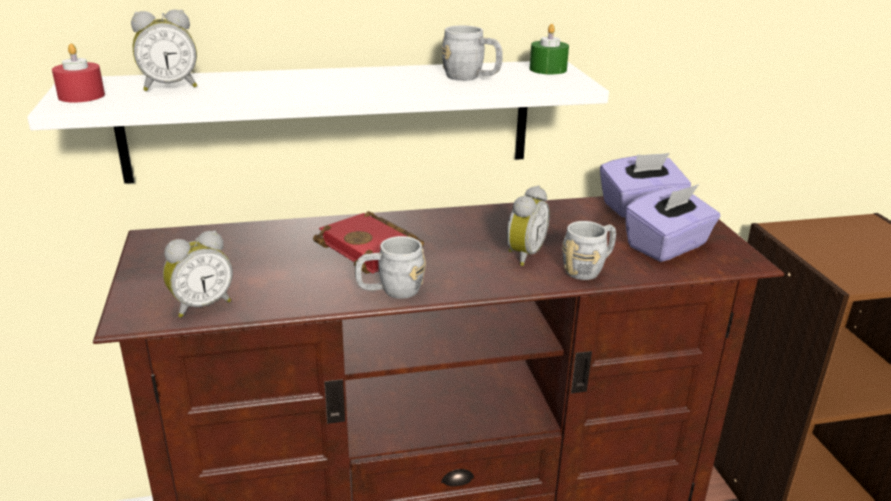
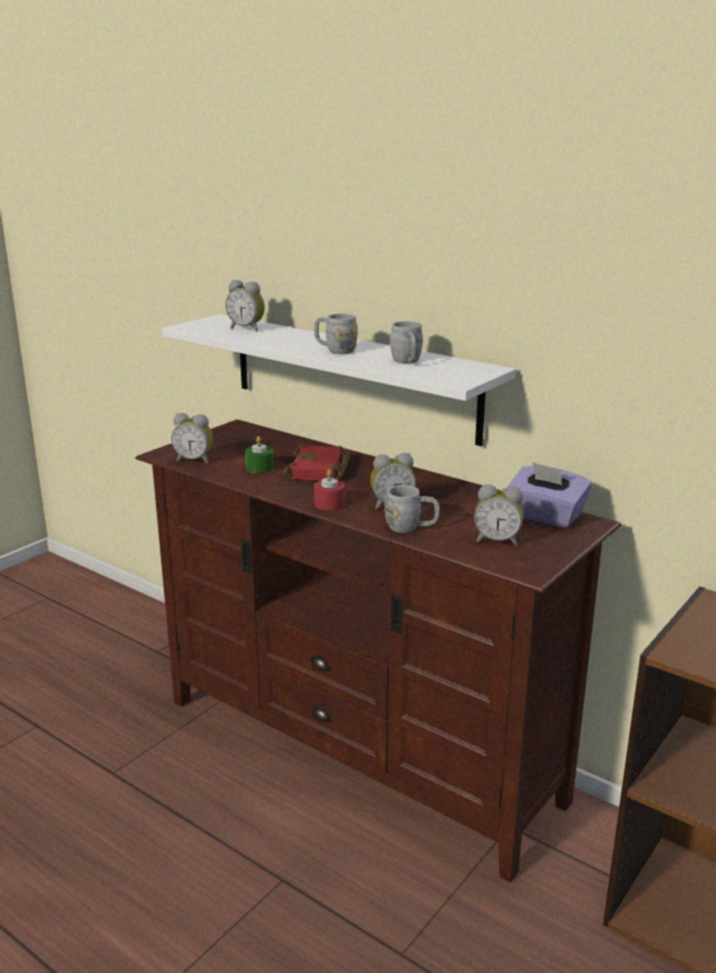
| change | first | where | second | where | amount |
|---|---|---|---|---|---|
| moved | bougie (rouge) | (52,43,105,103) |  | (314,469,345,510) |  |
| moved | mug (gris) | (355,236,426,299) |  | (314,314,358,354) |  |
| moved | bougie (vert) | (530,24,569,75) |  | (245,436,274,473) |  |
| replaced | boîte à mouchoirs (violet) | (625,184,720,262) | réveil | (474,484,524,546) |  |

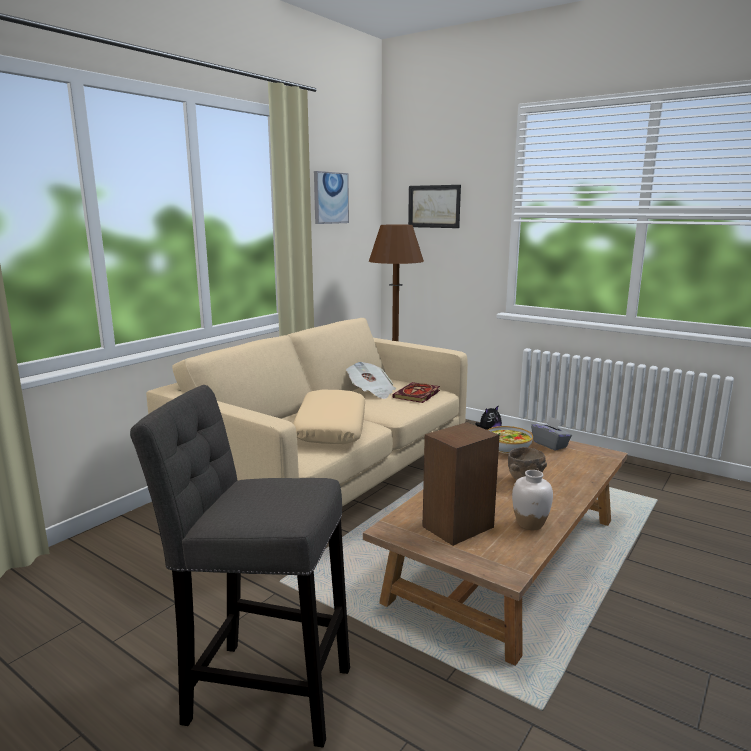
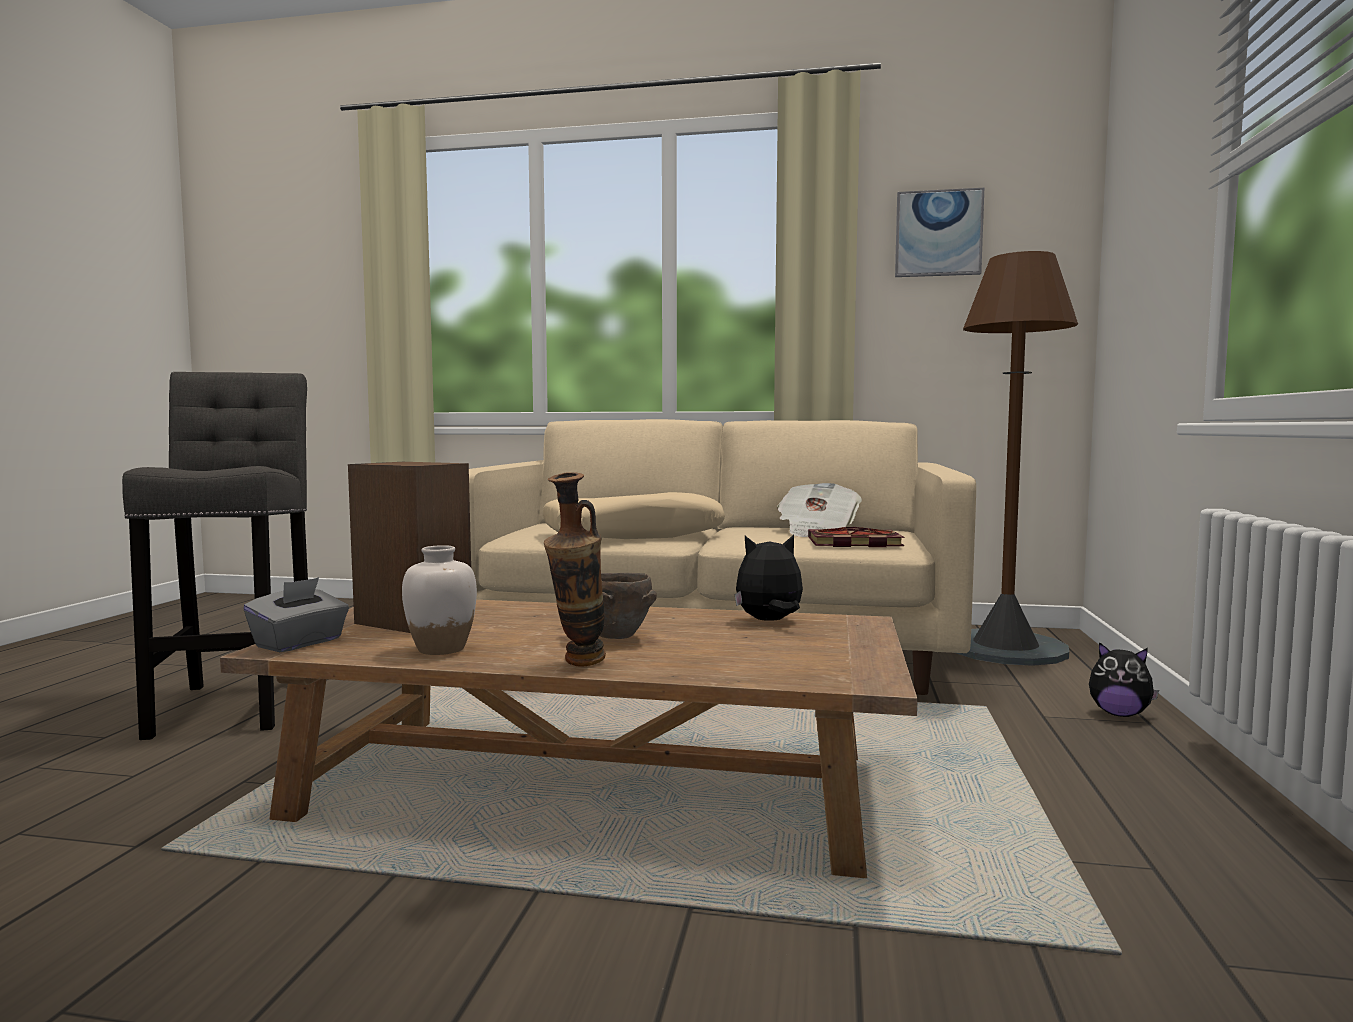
| change | first | where | second | where | amount |
|---|---|---|---|---|---|
| removed | tableau | (408,185,461,228) |  |  |  |
| added |  |  | vase | (544,472,606,667) |  |
| moved | boîte à mouchoirs (gris) | (531,417,572,451) |  | (243,577,349,652) |  |
| replaced | bol | (488,426,533,454) | peluche | (734,535,803,621) |  |

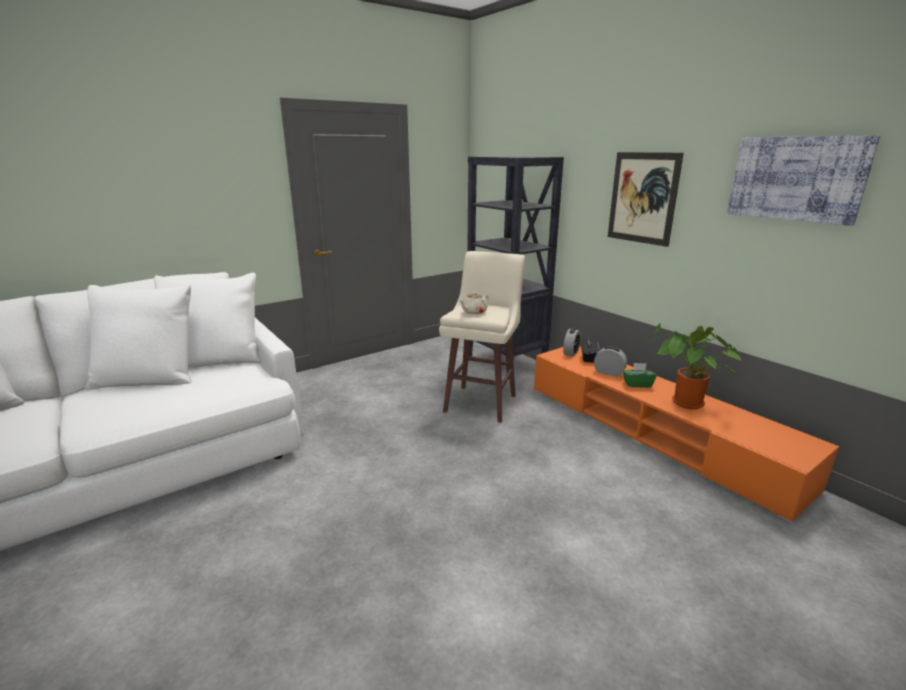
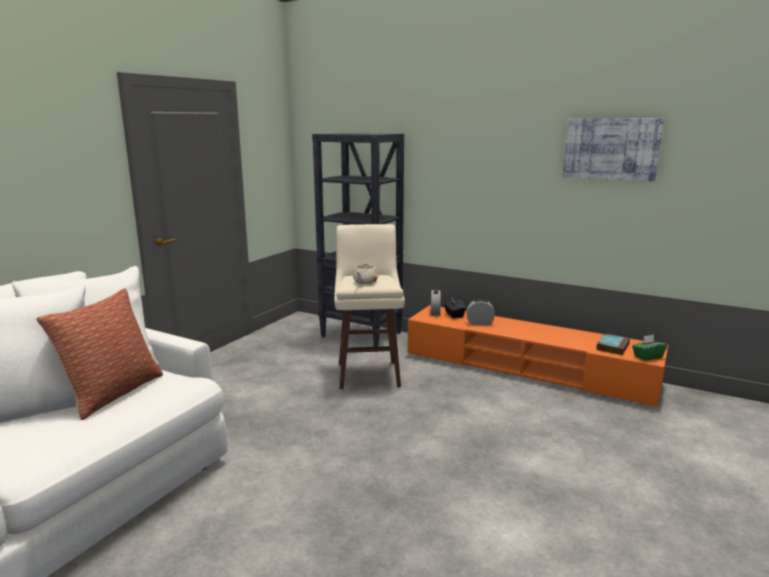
| change | first | where | second | where | amount |
|---|---|---|---|---|---|
| removed | tableau | (608,152,684,247) |  |  |  |
| removed | plante en pot | (645,323,741,409) |  |  |  |
| added |  |  | coussin | (36,288,163,420) |  |
| added |  |  | livre | (596,333,630,355) |  |
| moved | boîte à mouchoirs (vert) | (623,363,657,388) |  | (632,335,667,361) |  |

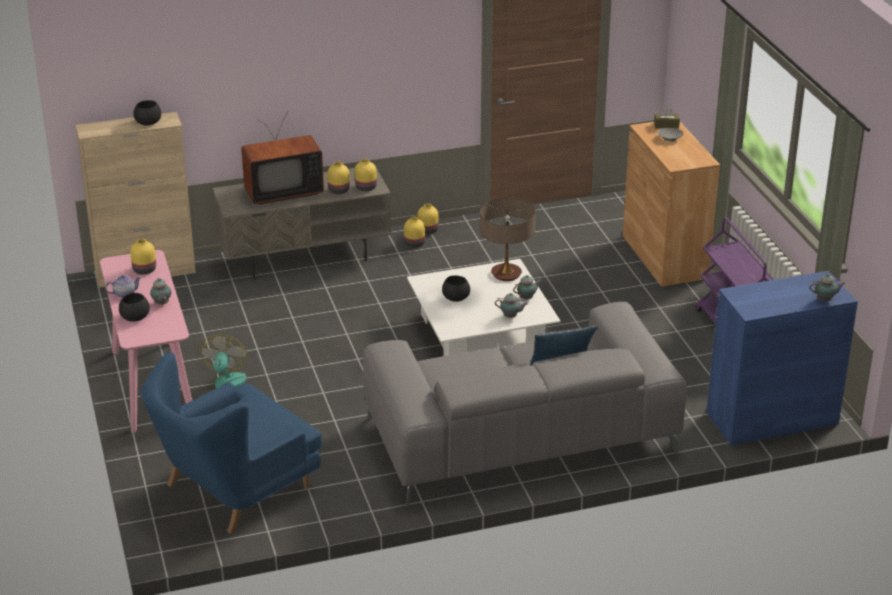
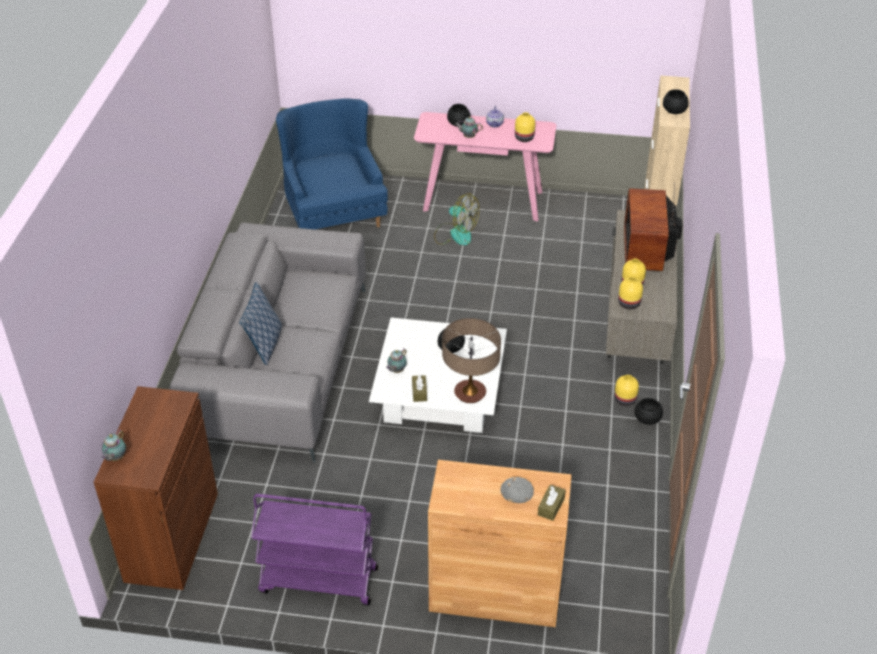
| change | first | where | second | where | amount |
|---|---|---|---|---|---|
| replaced | vase (jaune) | (417,204,438,234) | bol (noir) | (635,398,663,425) |  |
| replaced | théière | (513,275,541,300) | boîte à mouchoirs (marron) | (412,375,427,402) |  |
| recoloured | meuble de rangement (bleu) | (706,271,858,446) | meuble de rangement (marron) | (94,386,218,590) |  |

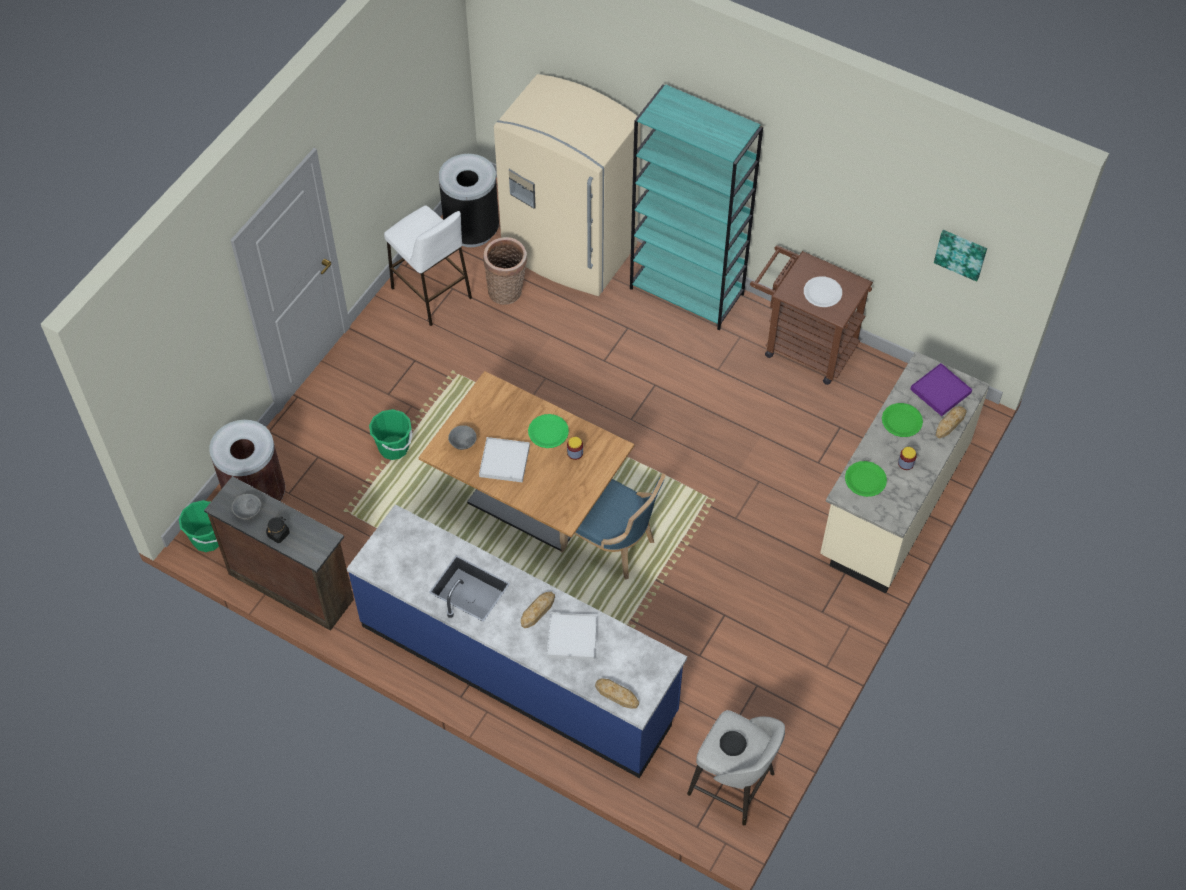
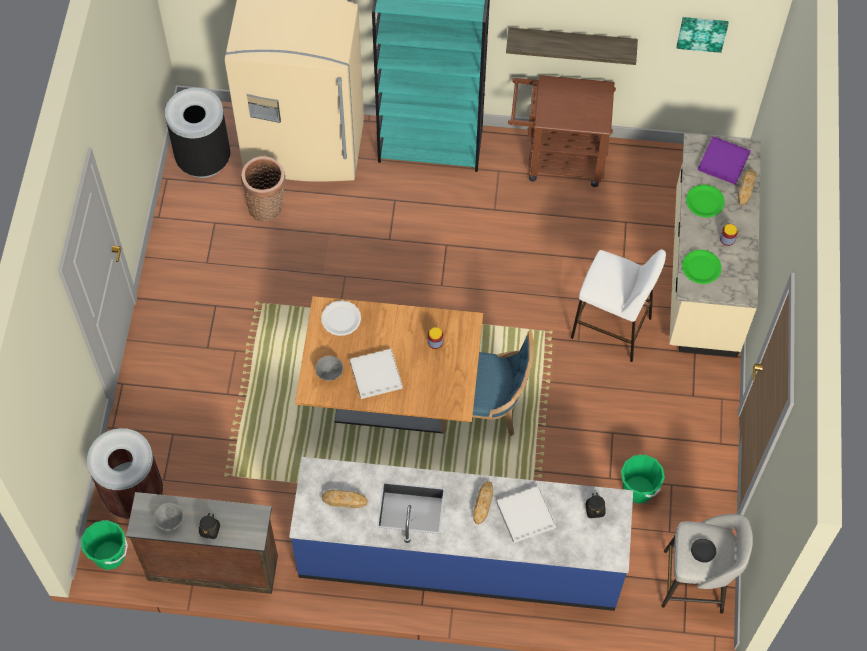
| change | first | where | second | where | amount |
|---|---|---|---|---|---|
| removed | assiette (vert) | (528,414,569,448) |  |  |  |
| added |  |  | étagère | (506,27,638,65) |  |
| added |  |  | bocal (noir) | (585,493,606,518) |  |
| moved | seau (vert) | (369,409,412,460) |  | (621,455,665,504) |  |
| moved | tabouret (blanc) | (384,206,472,326) |  | (571,249,666,362) |  |
| moved | pain | (595,678,639,709) |  | (322,490,367,508) |  |
| moved | assiette (blanc) | (804,276,842,307) |  | (321,300,361,336) |  |

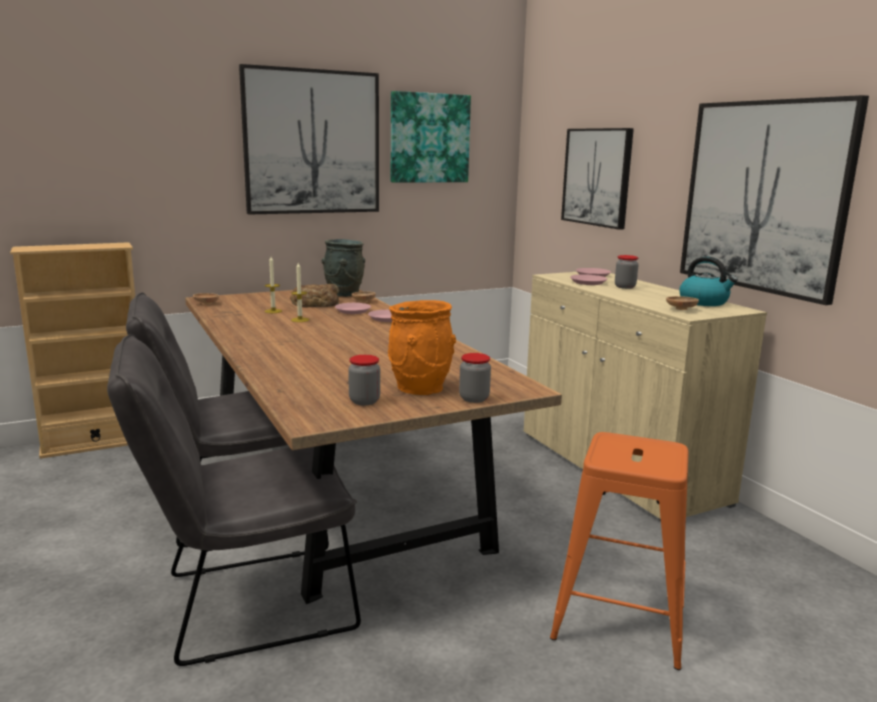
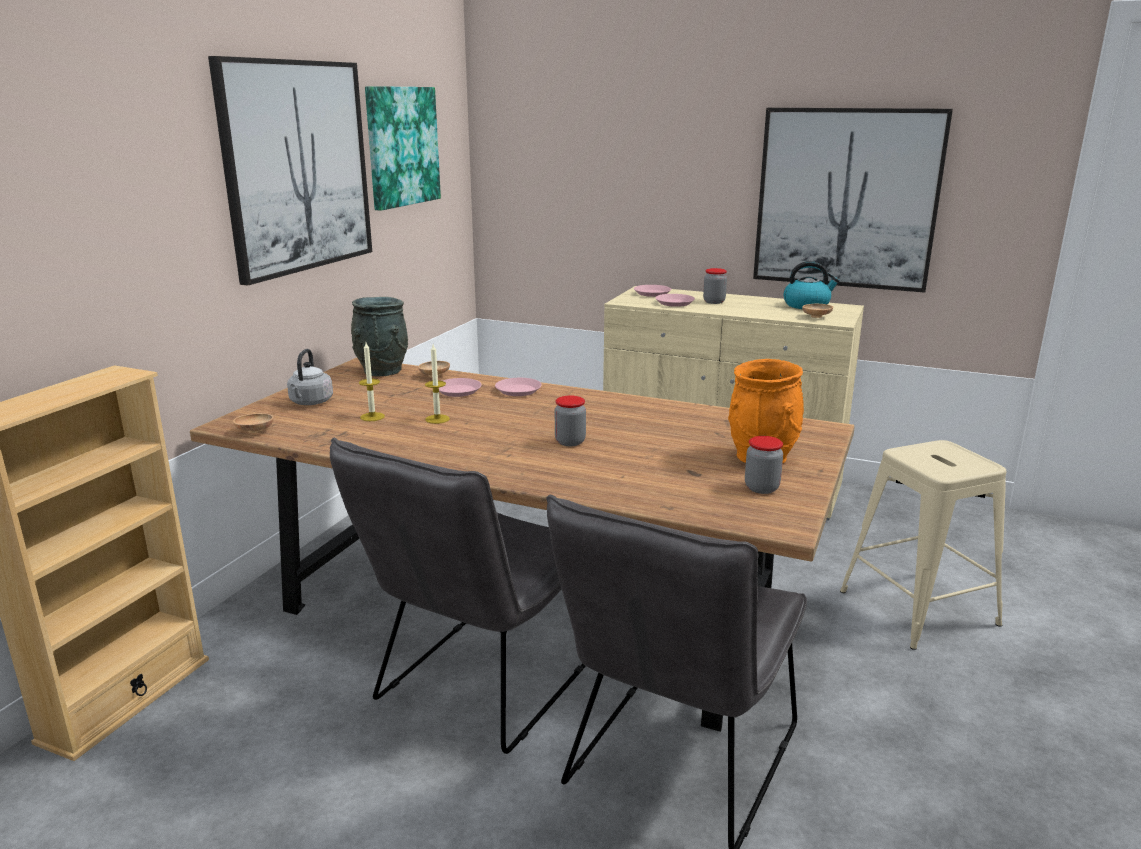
| change | first | where | second | where | amount |
|---|---|---|---|---|---|
| removed | pain | (290,284,339,307) |  |  |  |
| removed | tableau | (561,128,634,230) |  |  |  |
| added |  |  | bouilloire (gris) | (287,349,333,405) |  |
| moved | bocal | (459,353,491,403) |  | (555,396,586,446) |  |
| recoloured | tabouret (orange) | (550,432,689,670) | tabouret (beige) | (840,440,1007,650) |  |

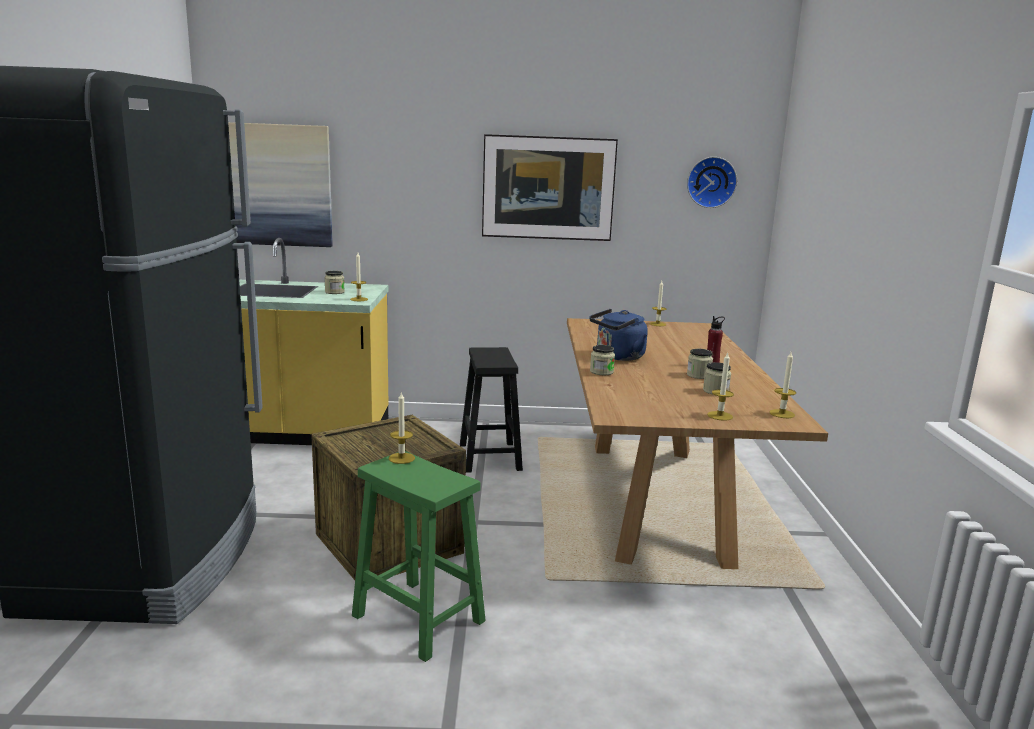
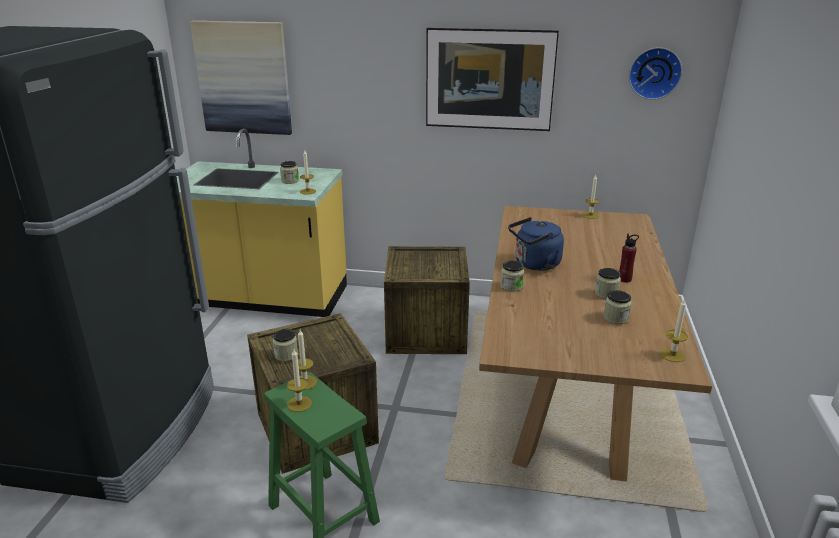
| change | first | where | second | where | amount |
|---|---|---|---|---|---|
| added |  |  | bocal | (273,329,298,361) |  |
| moved | bougie | (707,352,734,421) |  | (287,349,312,412) |  |
| replaced | tabouret (noir) | (460,347,523,473) | caisse | (384,246,470,354) |  |

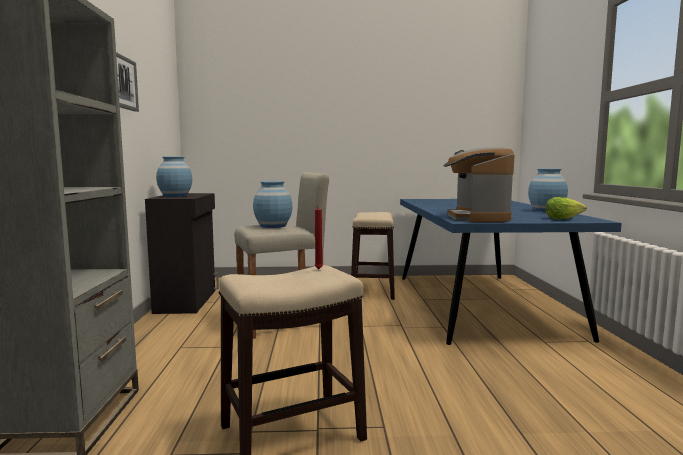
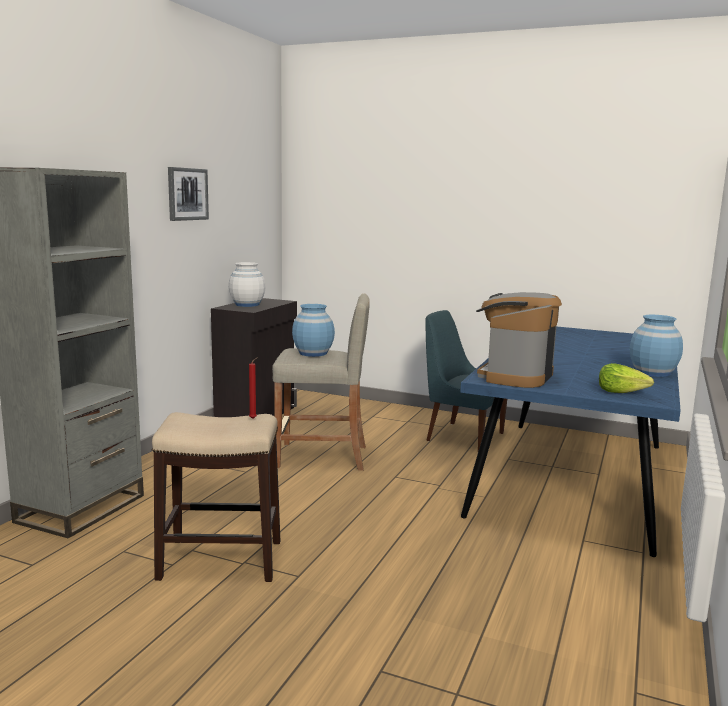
| change | first | where | second | where | amount |
|---|---|---|---|---|---|
| replaced | tabouret | (351,212,395,300) | chaise (bleu) | (425,310,507,451) |  |
| recoloured | vase (bleu) | (156,156,192,197) | vase (blanc) | (229,262,265,307) |  |

